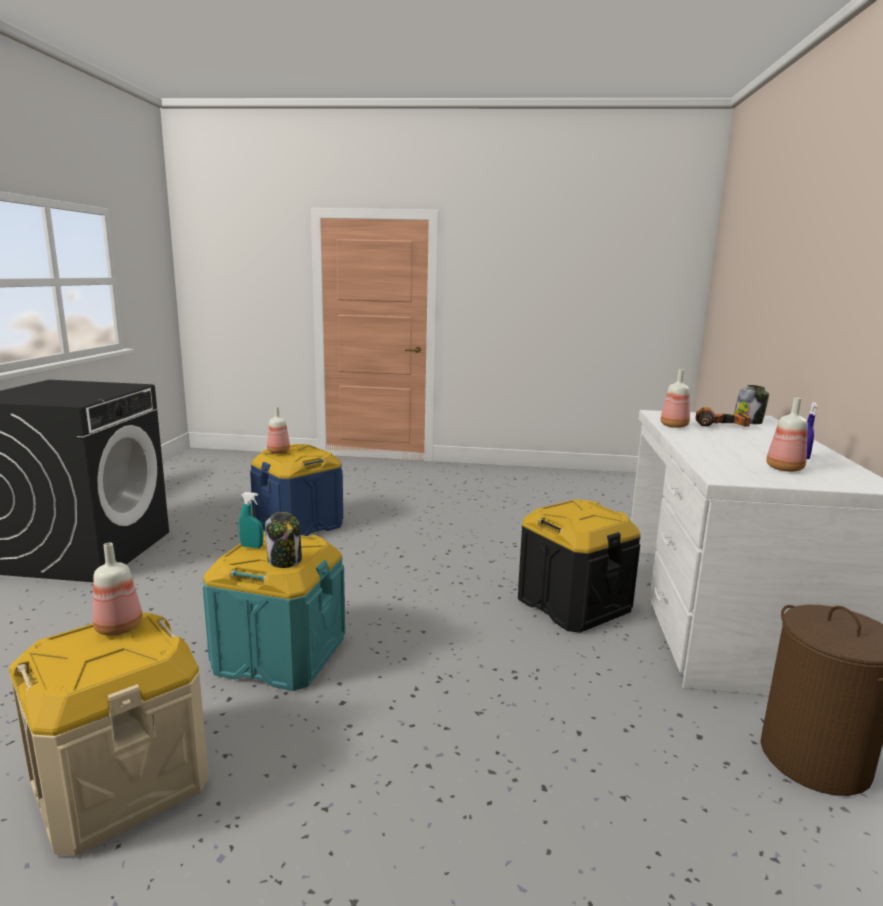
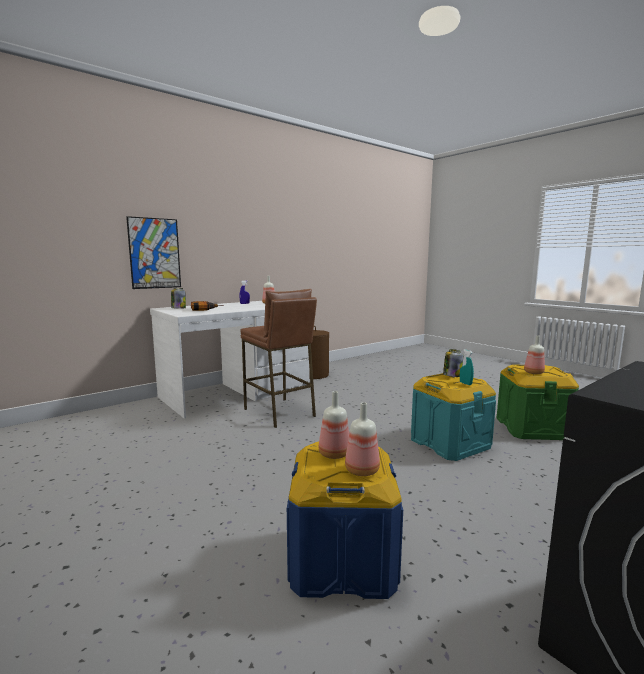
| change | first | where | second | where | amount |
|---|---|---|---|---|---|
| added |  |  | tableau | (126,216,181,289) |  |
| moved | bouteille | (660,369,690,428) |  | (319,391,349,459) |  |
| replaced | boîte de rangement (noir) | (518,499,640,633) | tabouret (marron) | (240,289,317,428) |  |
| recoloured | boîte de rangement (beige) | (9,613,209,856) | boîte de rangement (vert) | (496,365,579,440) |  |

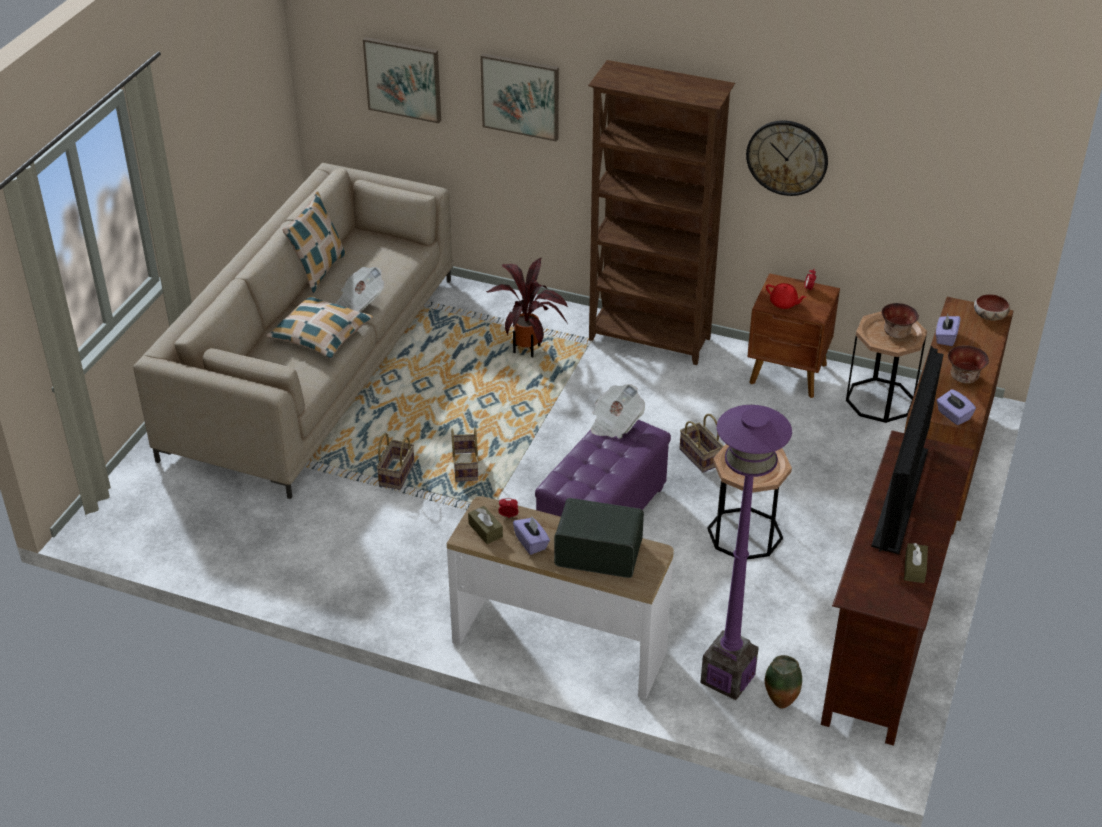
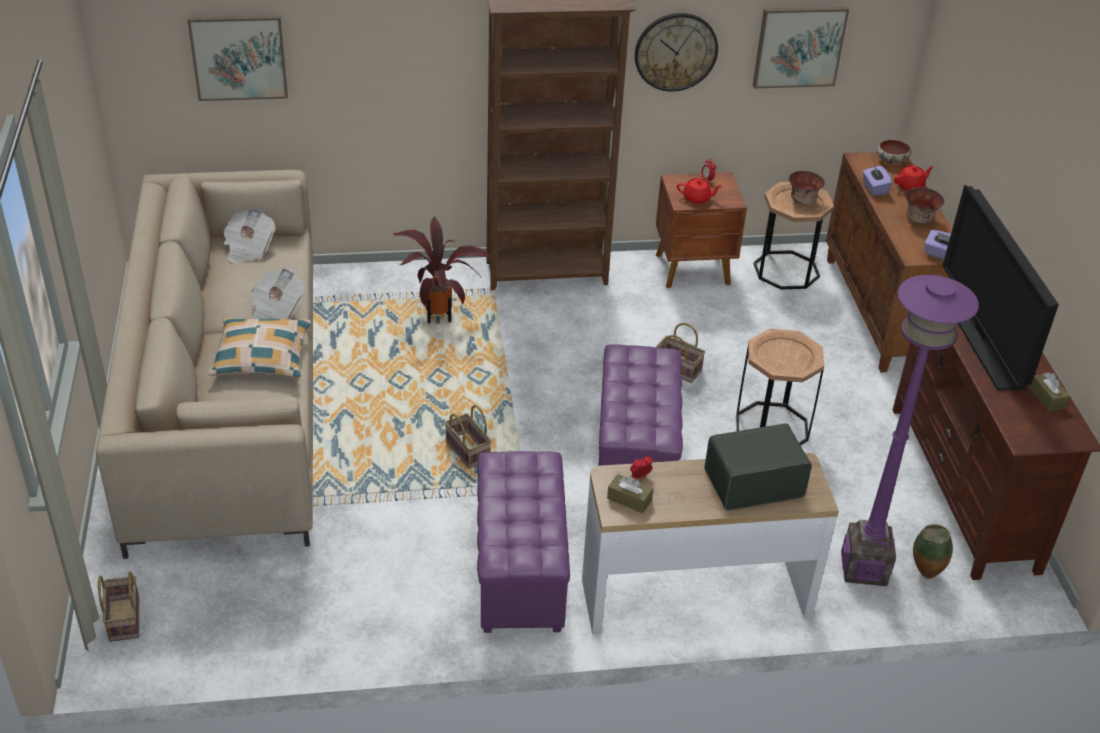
| change | first | where | second | where | amount |
|---|---|---|---|---|---|
| removed | coussin | (282,191,346,293) |  |  |  |
| removed | boîte à mouchoirs (violet) | (513,517,550,555) |  |  |  |
| added |  |  | pouf (violet) | (477,451,570,633) |  |
| added |  |  | théière (rouge) | (894,166,934,191) |  |
| moved | panier | (376,433,415,490) |  | (98,572,139,642) |  |
| moved | tableau | (480,53,559,141) |  | (753,7,849,89) |  |
| moved | journal | (591,384,645,439) |  | (223,210,275,263) |  |

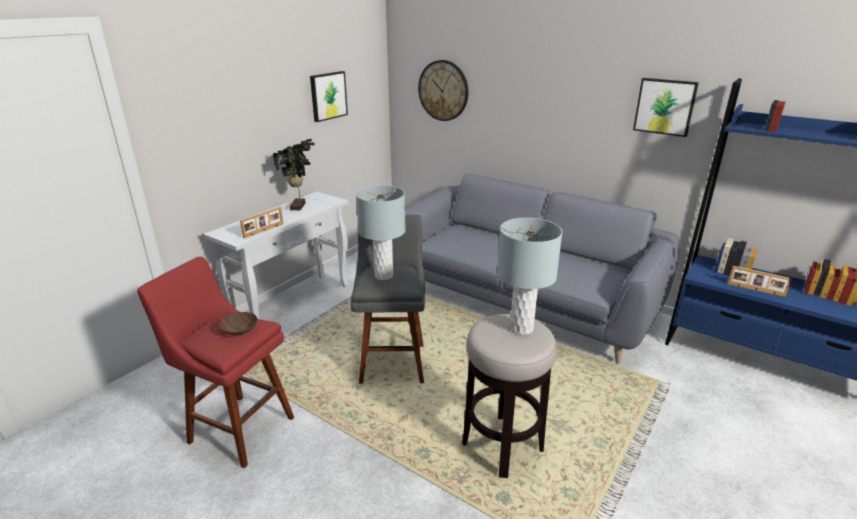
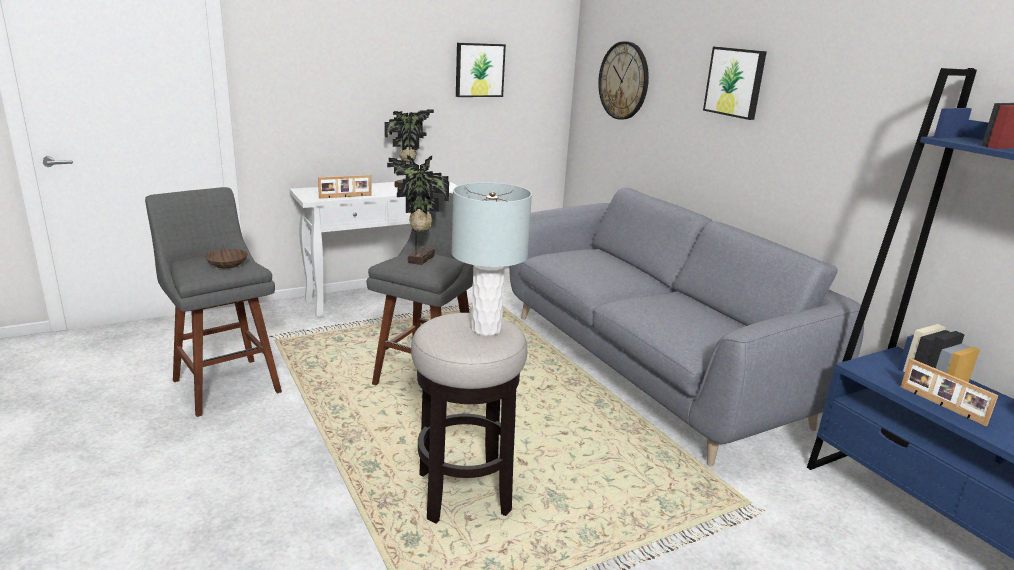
| change | first | where | second | where | amount |
|---|---|---|---|---|---|
| moved | tableau | (633,78,699,137) |  | (703,47,767,120) |  |
| replaced | lampe de table (gris) | (356,185,406,280) | plante en pot | (387,155,449,265) |  |
| recoloured | tabouret (rouge) | (137,257,294,469) | tabouret (gris) | (145,187,282,417) |  |

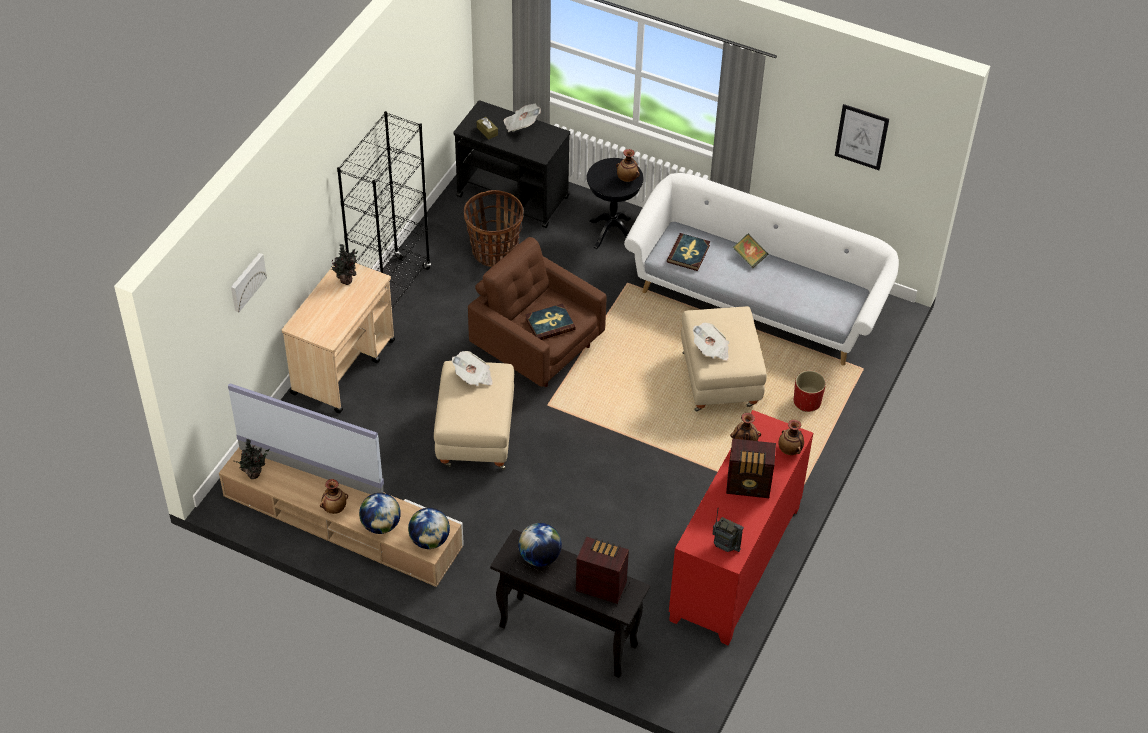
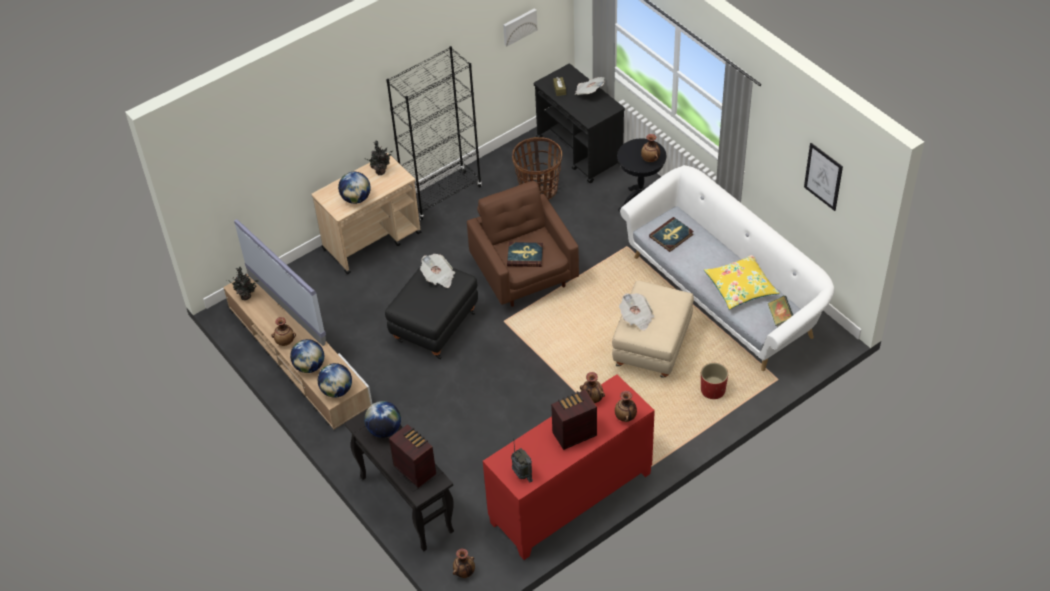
| change | first | where | second | where | amount |
|---|---|---|---|---|---|
| added |  |  | globe | (338,172,371,204) |  |
| added |  |  | vase | (453,548,475,578) |  |
| added |  |  | coussin (jaune) | (704,255,780,310) |  |
| moved | tableau | (231,253,267,312) |  | (503,8,537,47) |  |
| moved | livre | (733,233,768,268) |  | (768,295,793,327) |  |
| recoloured | pouf (beige) | (434,361,514,470) | pouf (noir) | (385,266,478,359) |  |
| turned | radio | (726,438,776,498) |  | (551,390,597,450) | 120 degrees clockwise |

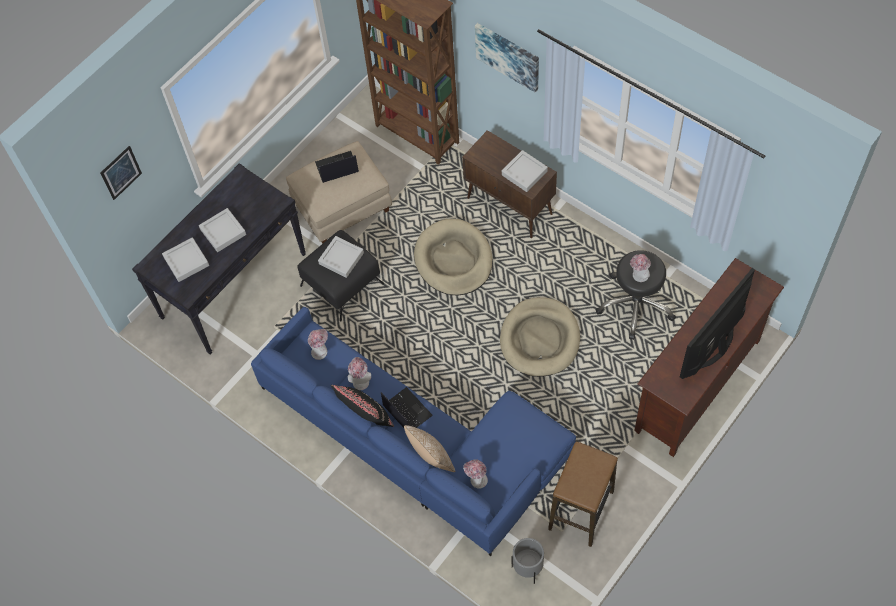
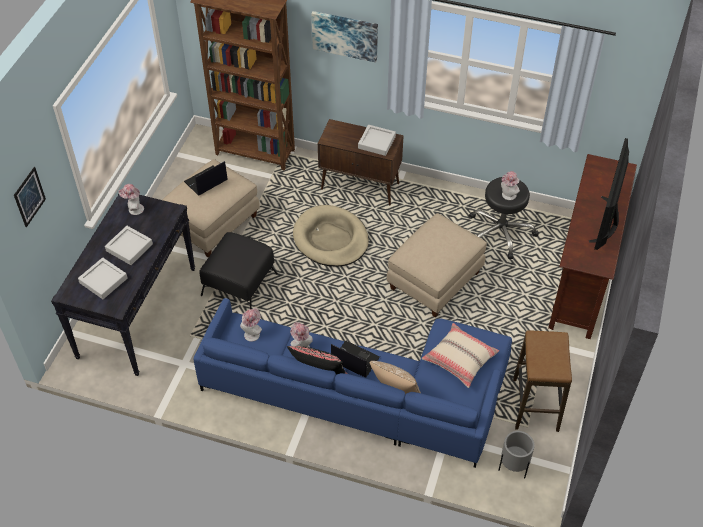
| change | first | where | second | where | amount |
|---|---|---|---|---|---|
| removed | plateau (gris) | (318,236,364,278) |  |  |  |
| added |  |  | coussin (beige) | (422,323,499,388) |  |
| moved | chapeau | (463,459,488,489) |  | (118,184,144,215) |  |
| replaced | panier pour chien (beige) | (500,297,580,377) | pouf (beige) | (387,213,487,317) |  |

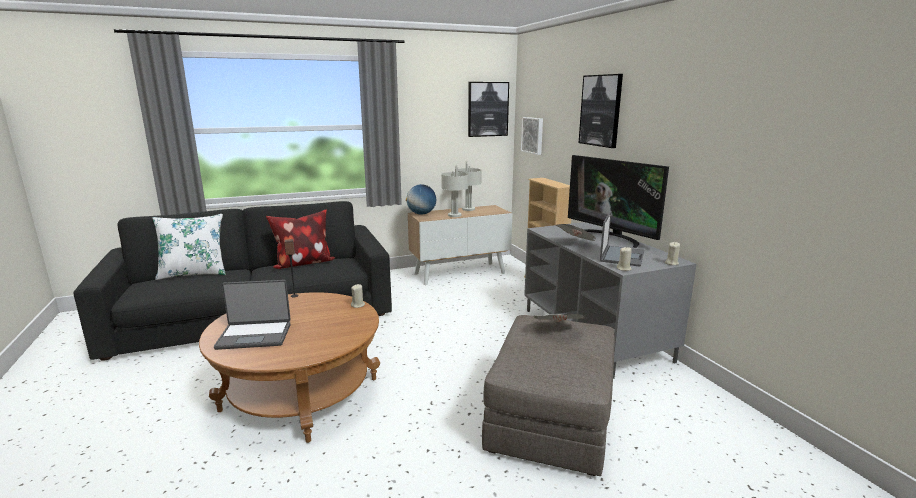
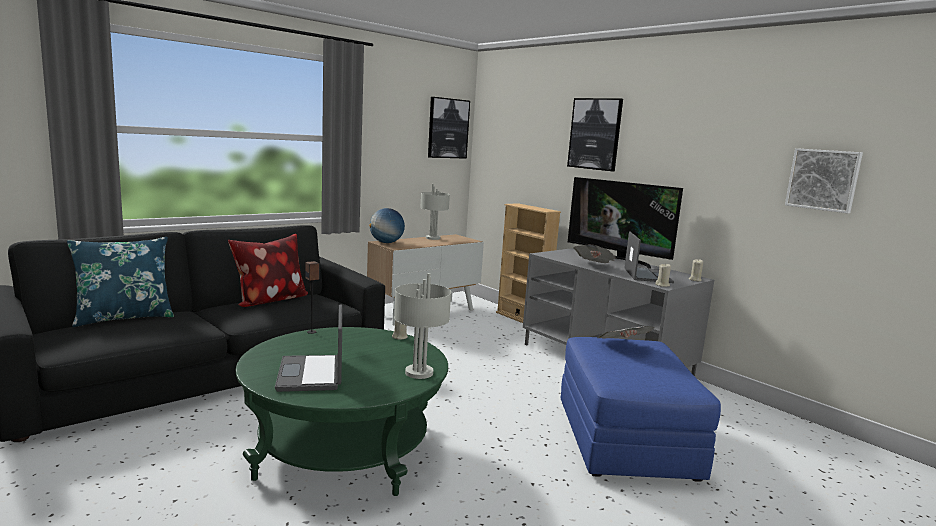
| change | first | where | second | where | amount |
|---|---|---|---|---|---|
| moved | lampe de table (gris) | (441,165,468,217) |  | (394,273,451,379) |  |
| moved | tableau | (521,117,543,155) |  | (785,148,863,213) |  |
| recoloured | coussin (blanc) | (153,214,226,280) | coussin (bleu) | (67,237,174,327) |  |
| recoloured | table basse (marron) | (199,292,380,443) | table basse (vert) | (236,327,448,496) |  |
| recoloured | pouf (gris) | (482,315,615,476) | pouf (bleu) | (561,337,721,482) |  |
| turned | ordinateur portable | (214,280,291,350) |  | (275,304,342,392) | 105 degrees clockwise |

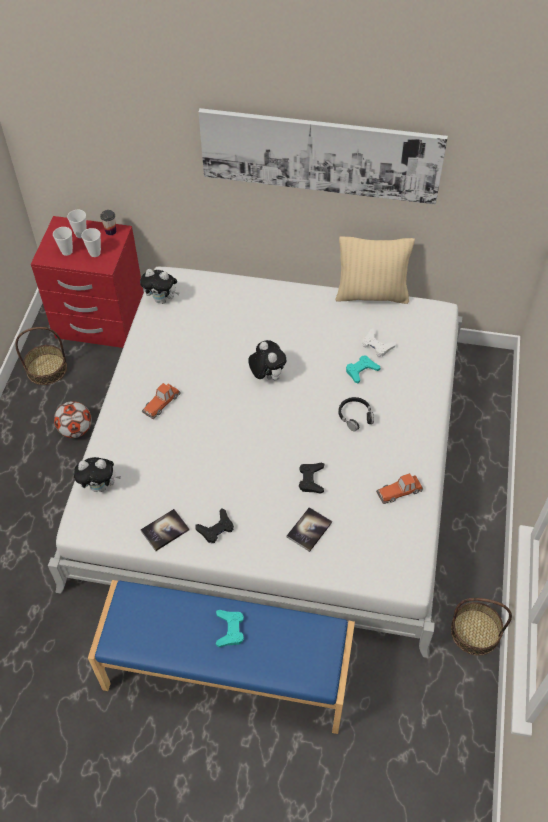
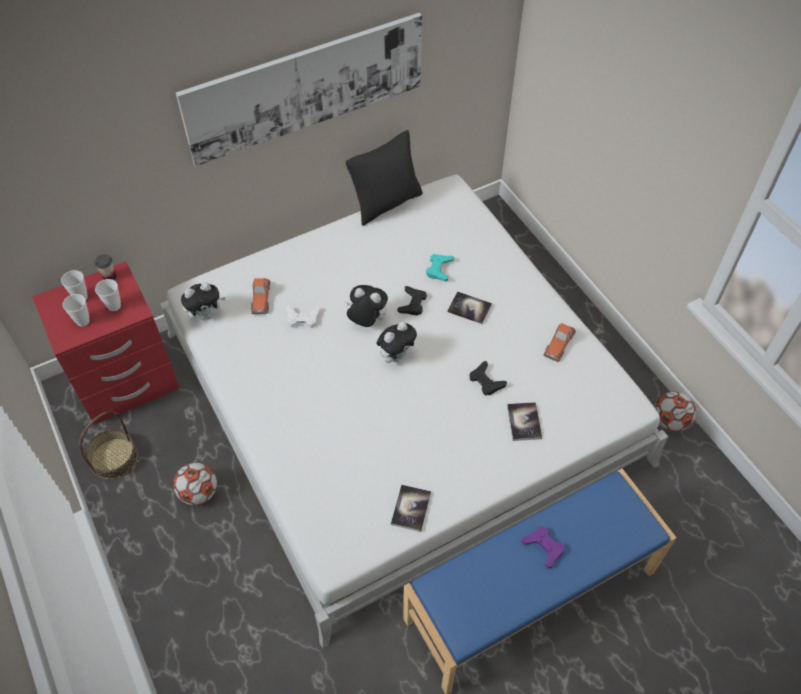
| change | first | where | second | where | amount |
|---|---|---|---|---|---|
| moved | peluche | (74,457,121,492) |  | (377,322,417,363) |  |
| moved | petite voiture | (142,383,180,419) |  | (251,278,270,314) |  |
| moved | manette (noir) | (195,508,234,543) |  | (397,286,427,316) |  |
| moved | manette (blanc) | (362,328,396,357) |  | (287,305,320,328) |  |
| replaced | casque audio (noir) | (338,397,374,432) | livre | (447,291,492,324) |  |
| replaced | panier | (451,598,512,655) | ballon de foot | (655,391,696,432) |  |
| recoloured | manette (turquoise) | (216,610,244,647) | manette (violet) | (521,526,565,569) |  |
| recoloured | coussin (beige) | (336,236,415,304) | coussin (noir) | (346,130,423,226) |  |

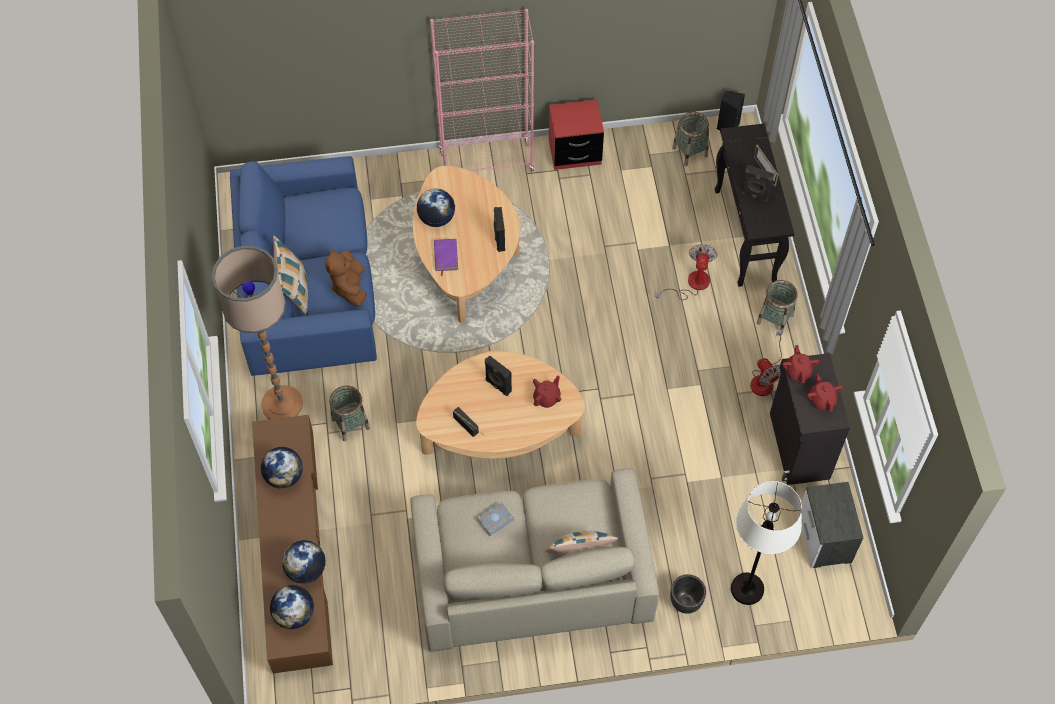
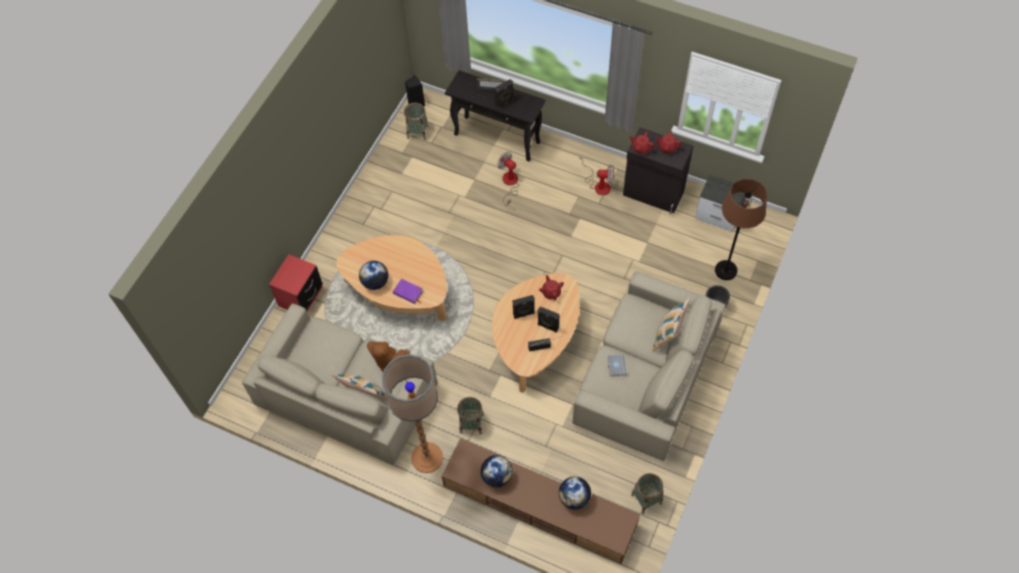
| change | first | where | second | where | amount |
|---|---|---|---|---|---|
| removed | globe | (270,585,314,629) |  |  |  |
| removed | bibliothèque (rose) | (430,9,534,171) |  |  |  |
| moved | enceinte (noir) | (494,207,505,252) |  | (538,306,559,332) |  |
| moved | table de chevet (rouge) | (549,100,604,170) |  | (269,254,323,311) |  |
| moved | panier | (757,280,798,335) |  | (631,473,663,514) |  |
| recoloured | canapé (bleu) | (230,156,377,376) | canapé (beige) | (242,304,437,465) |  |
| recoloured | lampadaire (blanc) | (731,481,802,605) | lampadaire (marron) | (715,179,767,280) |  |

